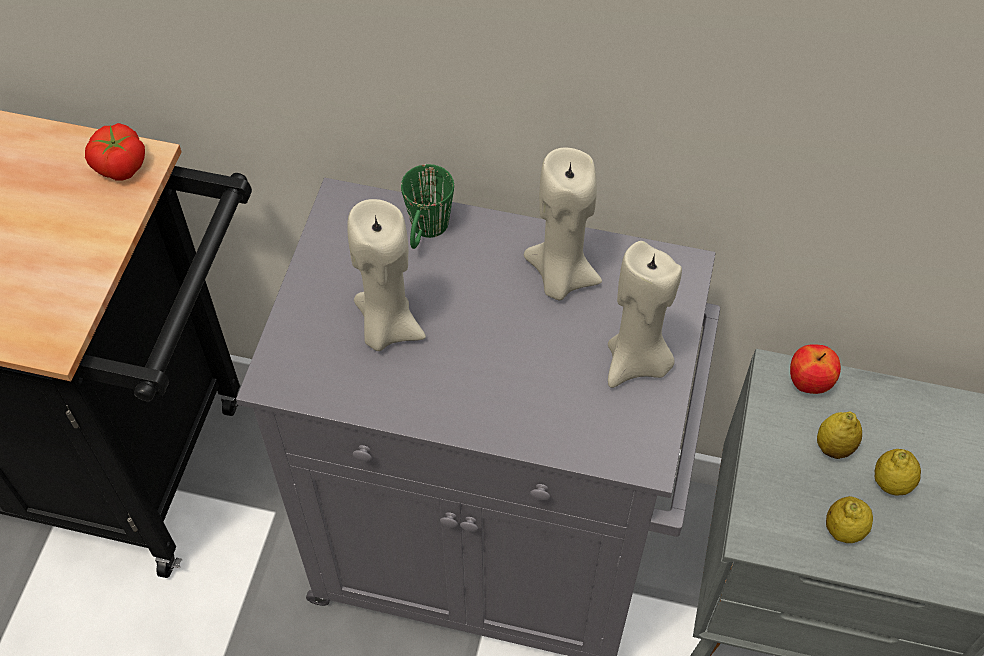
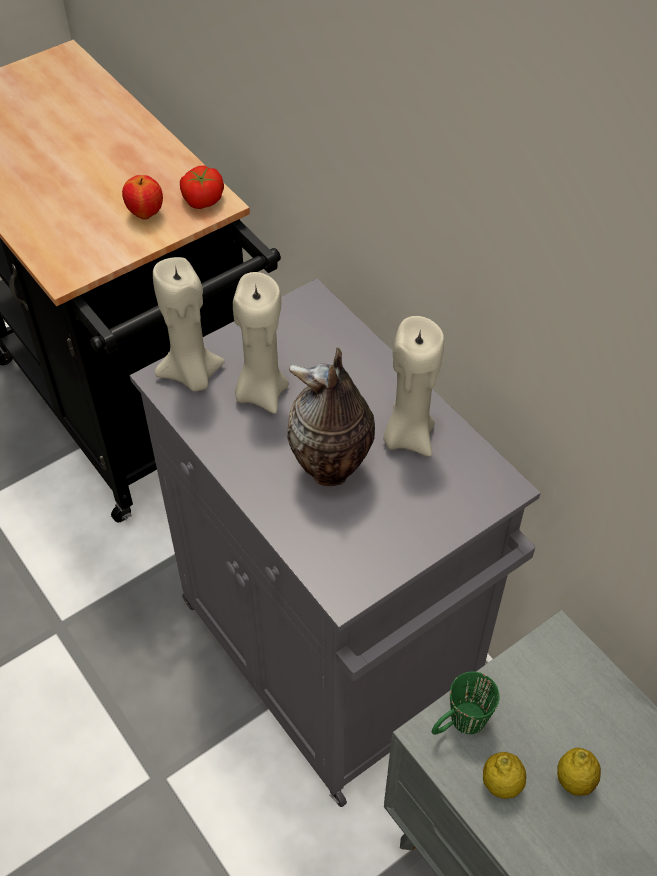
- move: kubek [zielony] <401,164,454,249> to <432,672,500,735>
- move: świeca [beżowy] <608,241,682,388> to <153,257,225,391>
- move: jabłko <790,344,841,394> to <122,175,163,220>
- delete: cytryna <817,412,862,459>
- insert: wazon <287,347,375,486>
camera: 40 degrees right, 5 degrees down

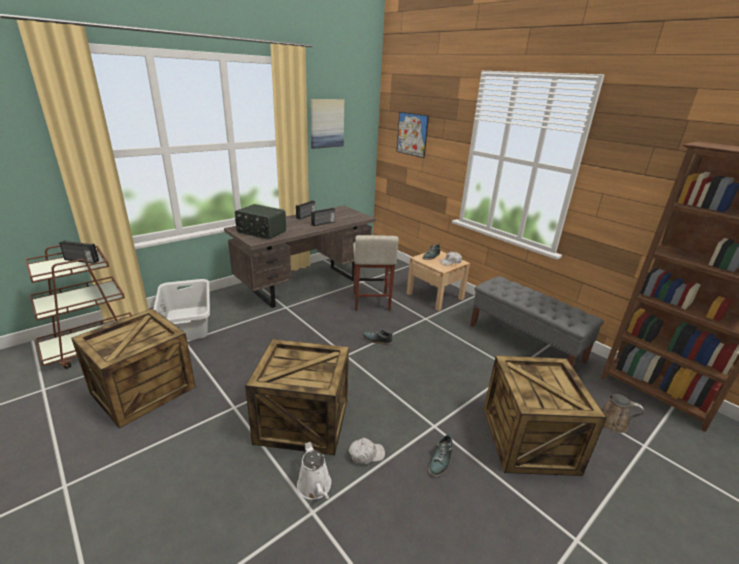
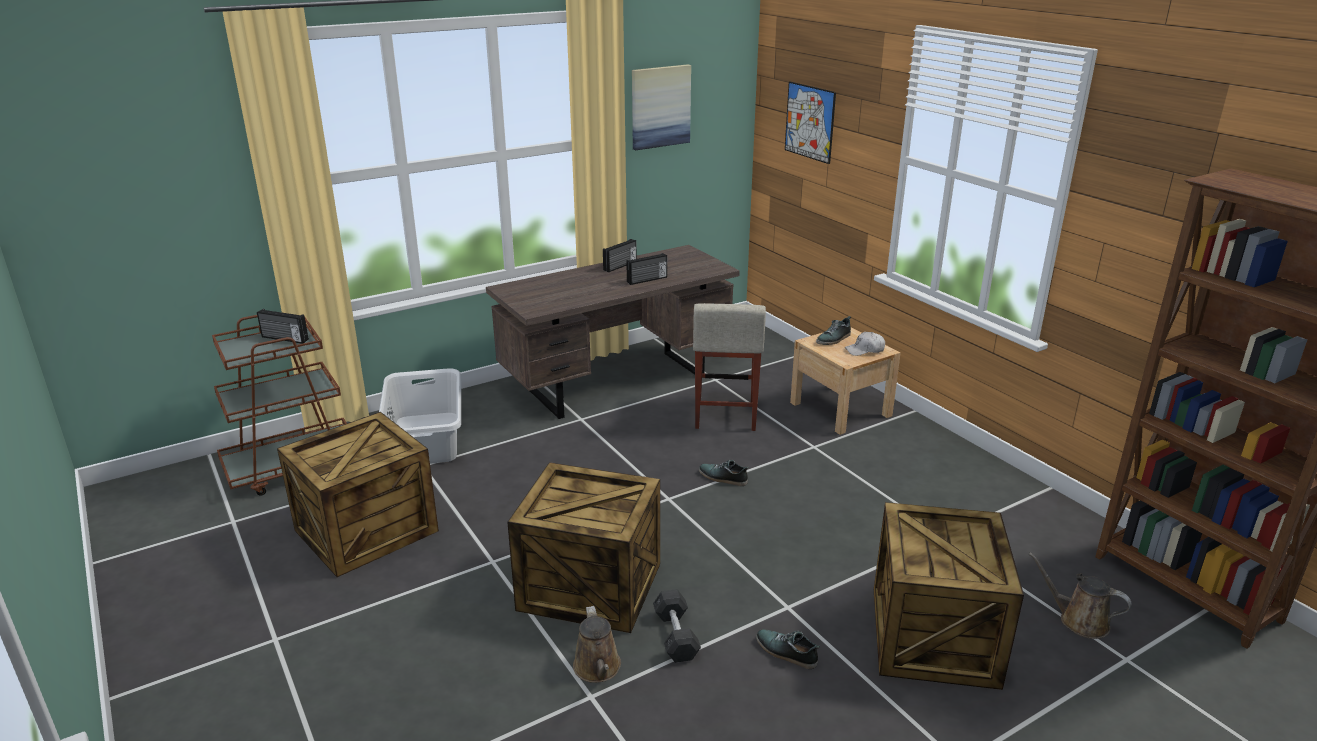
- delete: radio <235,204,286,240>
- delete: ławka [szary] <470,276,604,367>
- rotate: but <428,432,452,477> = <756,629,820,669> 90 degrees clockwise
- replace: czapka z daszkiem [biały] <348,438,385,464> to hantel [szary] <653,589,701,663>
- recolor: konewka [biały] <297,442,331,500> to konewka [brązowy] <573,606,621,683>
camera: 10 degrees right, 0 degrees up

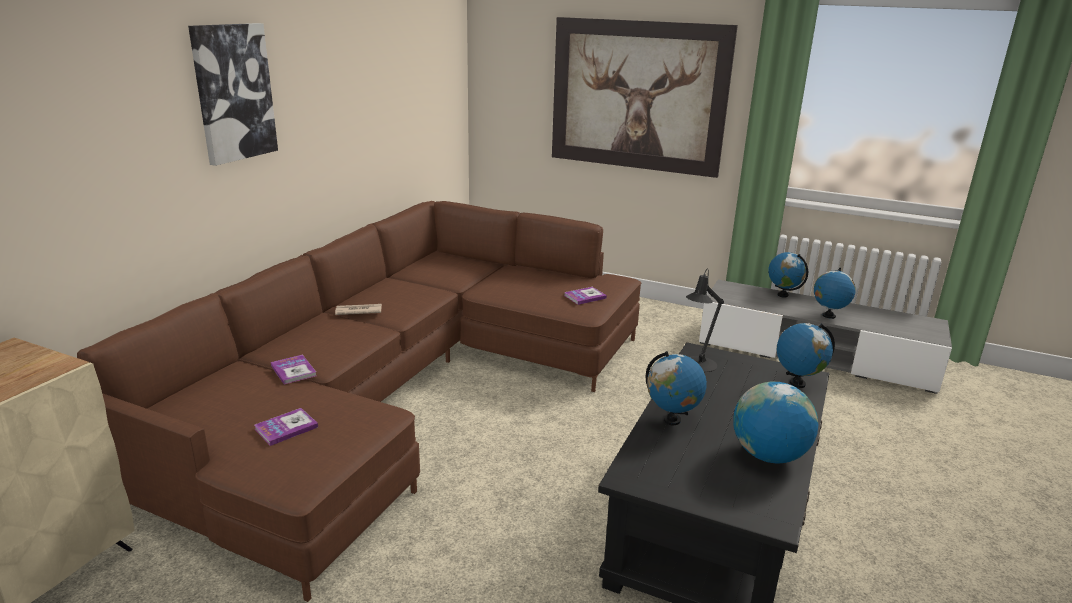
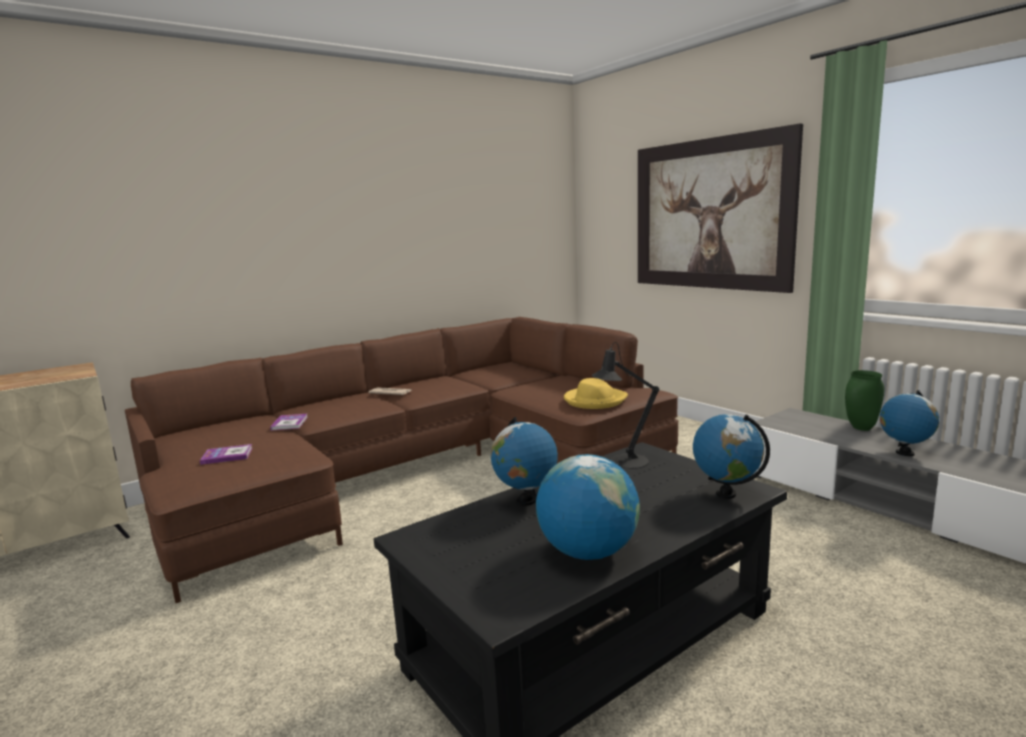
- delete: obraz <188,23,278,166>
- replace: globus <768,252,808,297> to wazon [zielony] <845,370,884,431>
- replace: książka <564,287,607,305> to kapelusz [żółty] <564,378,628,409>
camera: 30 degrees right, 10 degrees down

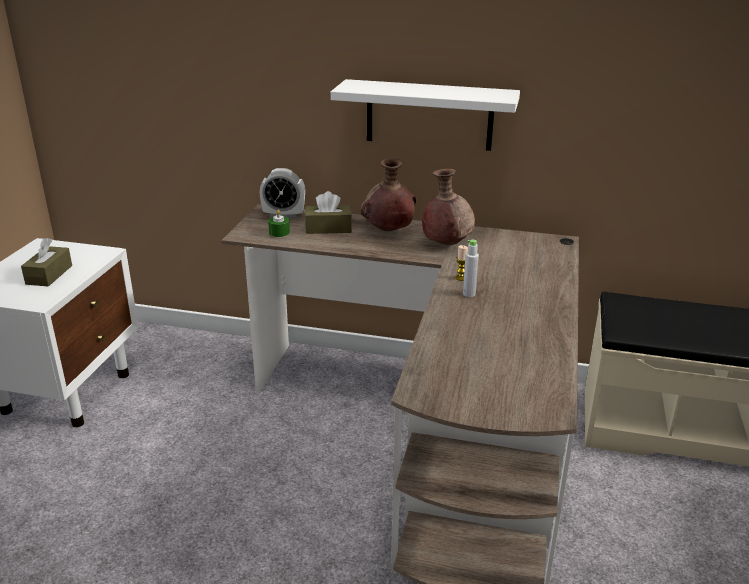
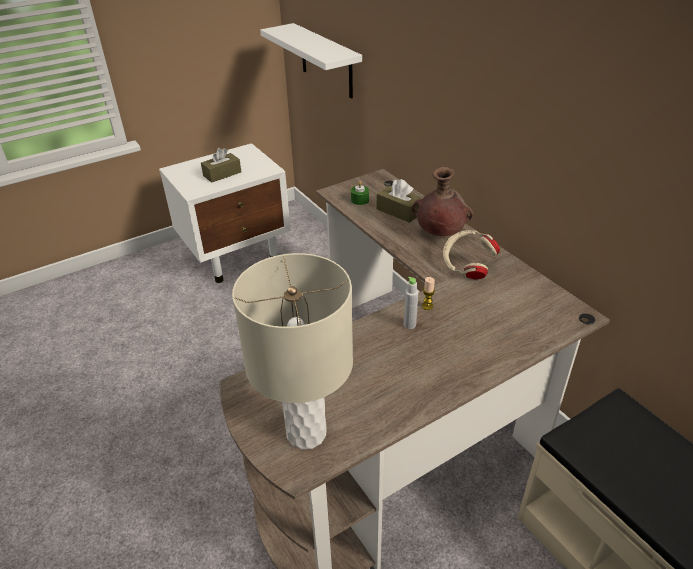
- move: półka [biały] <331,79,520,151> to <260,23,362,99>
- delete: budzik <260,168,305,218>
- replace: wazon [brązowy] <422,169,475,245> to słuchawki [beżowy] <443,230,500,279>
- insert: lampa stołowa [beżowy] <232,253,353,450>
camera: 45 degrees right, 10 degrees up

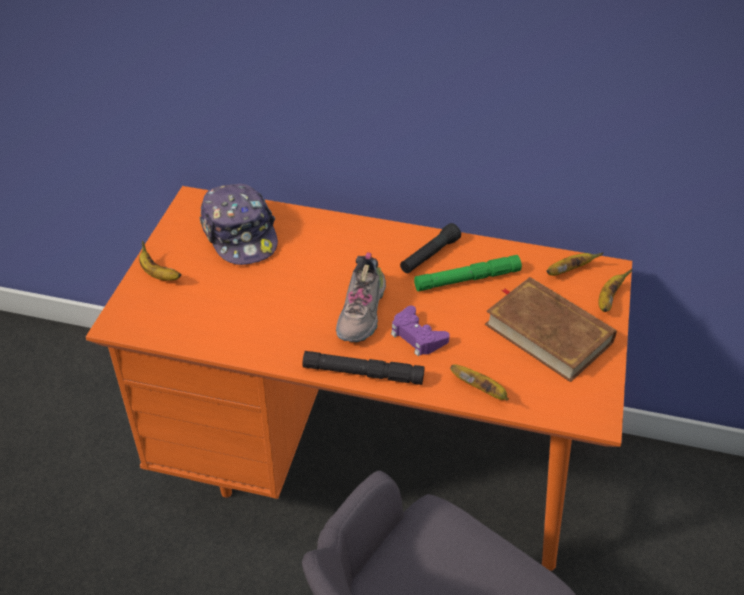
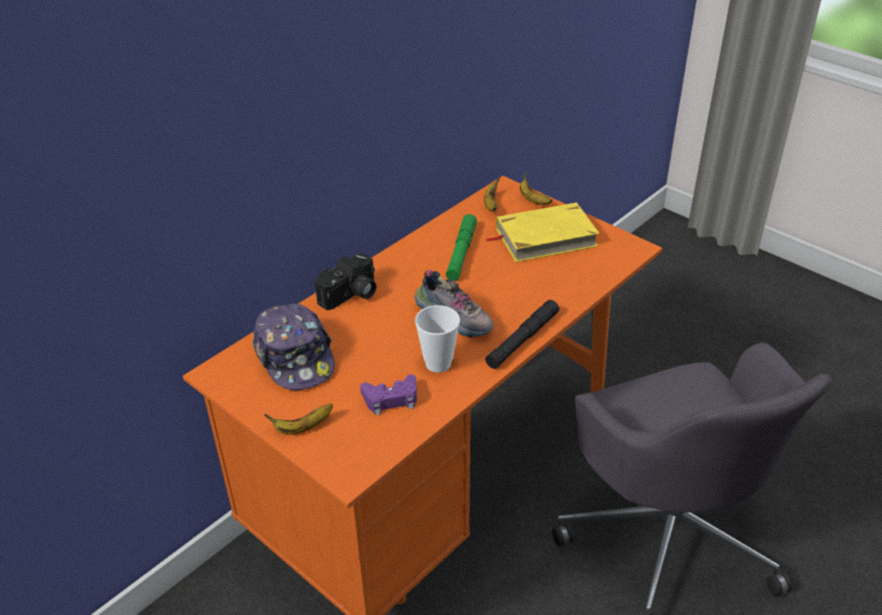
- rotate: czapka z daszkiem <200,184,278,265> = <252,304,335,390> 60 degrees clockwise
- delete: latarka [czarny] <400,223,461,273>
- recolor: książka [brązowy] <485,277,617,382> to książka [żółty] <486,203,599,262>
- move: pad do gier [fioletowy] <391,306,450,356> to <360,374,417,415>
- delete: banan <450,364,509,400>
- insert: aparat fotograficzny <315,253,376,310>
- insert: filiżanka <415,305,460,373>
camera: 60 degrees left, 5 degrees down

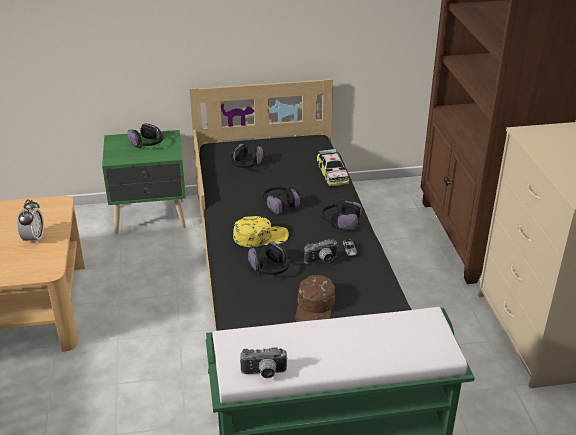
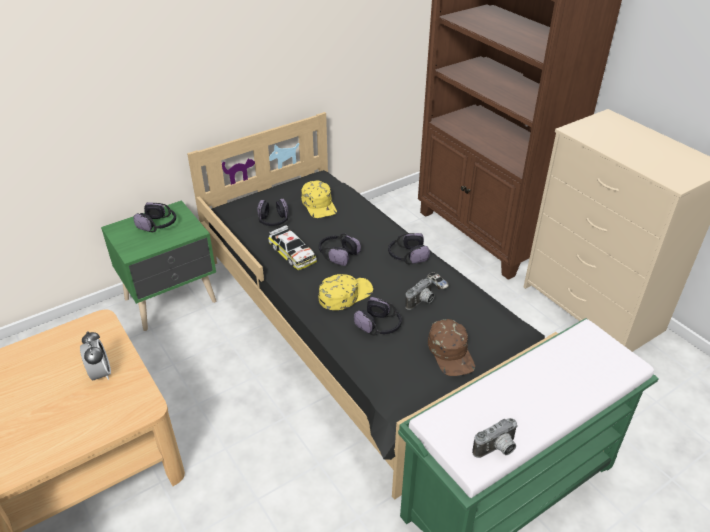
- move: samochodzik <317,149,349,186> to <268,225,317,270>
- insert: czapka z daszkiem [żółty] <301,180,337,218>
camera: 25 degrees left, 5 degrees up

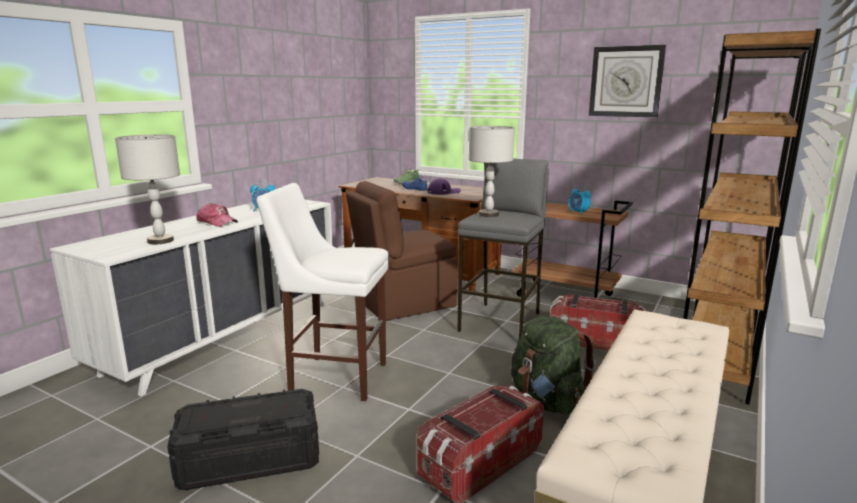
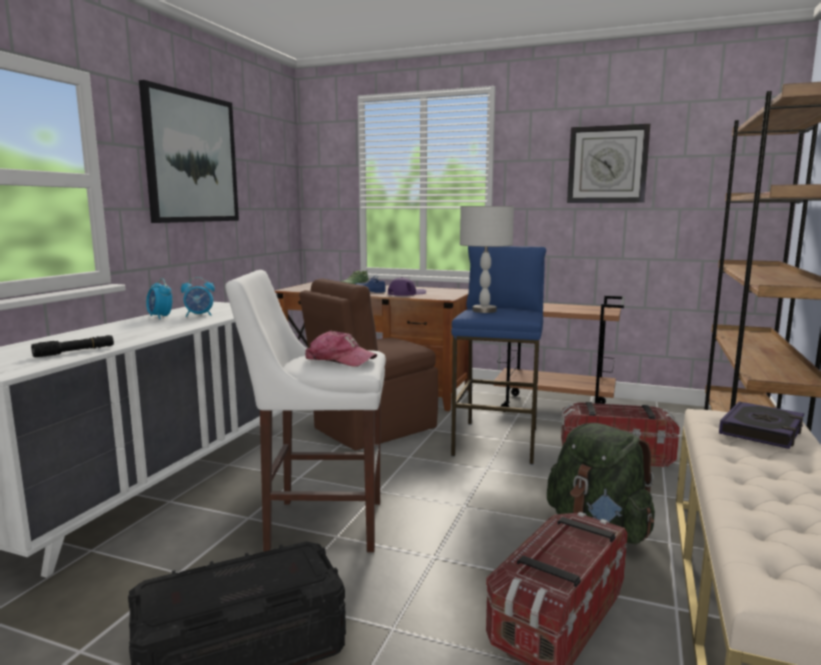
- replace: lampa stołowa [szary] <115,135,180,245> to latarka [czarny] <31,335,114,357>
- recolor: stołek [szary] <457,159,549,338> to stołek [niebieski] <451,246,546,464>
- move: budzik <569,186,591,215> to <146,278,172,319>
- move: czapka z daszkiem <196,203,238,227> to <305,331,377,367>
- insert: obraz <139,80,239,223>
- insert: książka <719,401,804,449>
camera: 10 degrees left, 5 degrees down

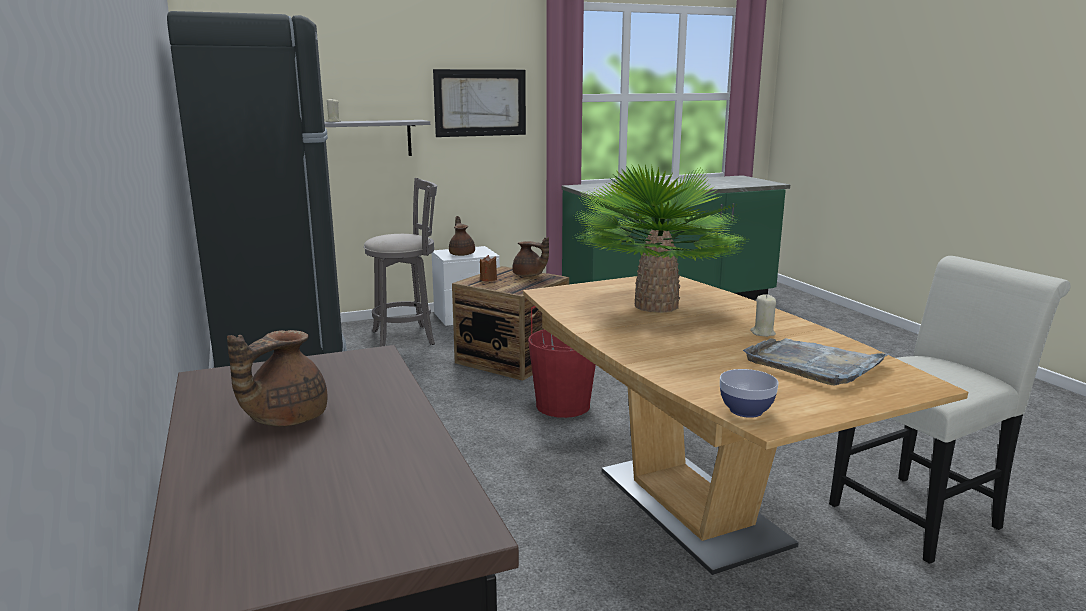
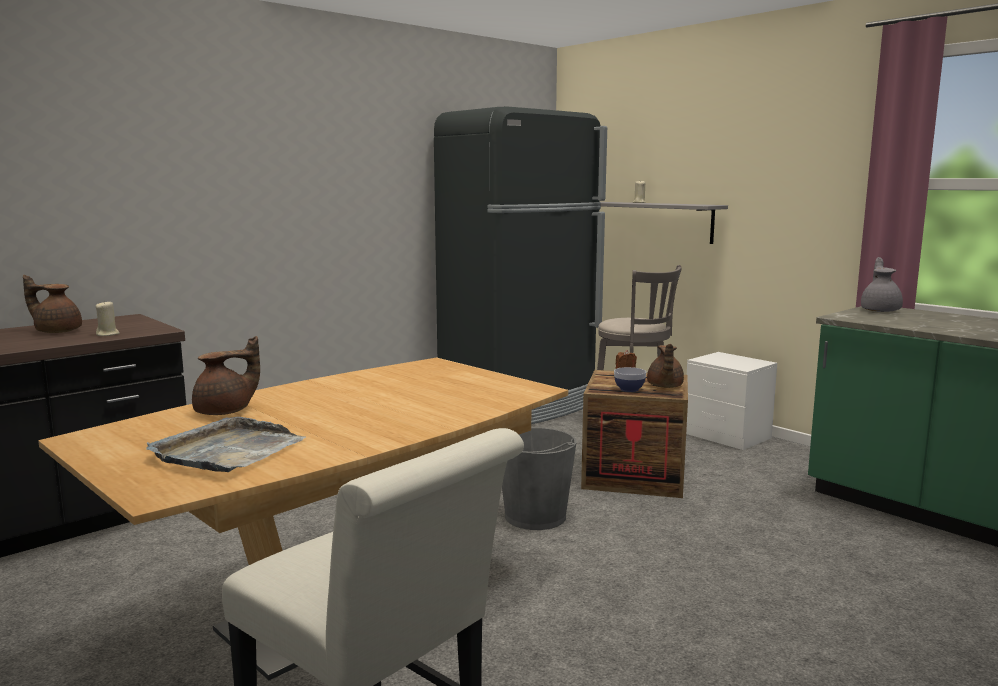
- delete: obraz <433,69,526,137>
- delete: roślina doniczkowa <573,164,748,313>
- move: imbryk [brązowy] <449,216,475,256> to <192,336,260,415>
- move: świeca [beżowy] <750,294,776,337> to <96,300,120,336>
- recolor: wiadro [czerwony] <528,329,596,418> to wiadro [szary] <502,427,576,530>
- move: miska <720,369,778,418> to <614,367,646,392>
- insert: imbryk [szary] <861,257,903,312>
camera: 70 degrees right, 5 degrees down

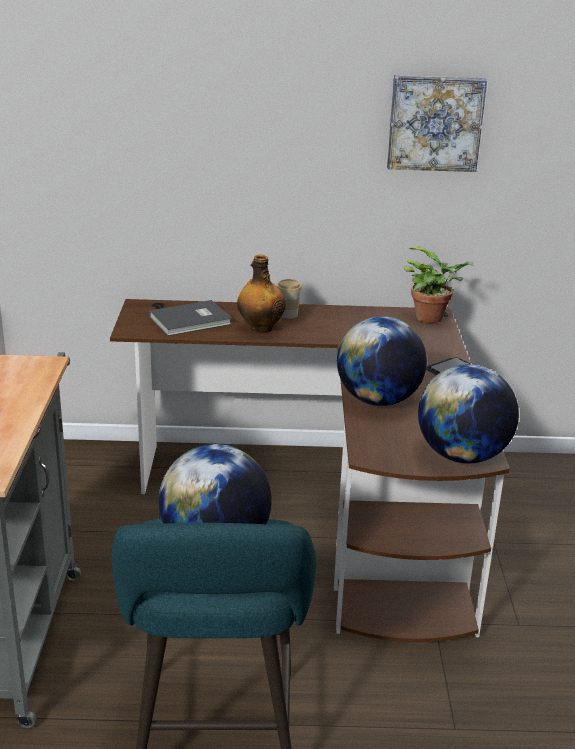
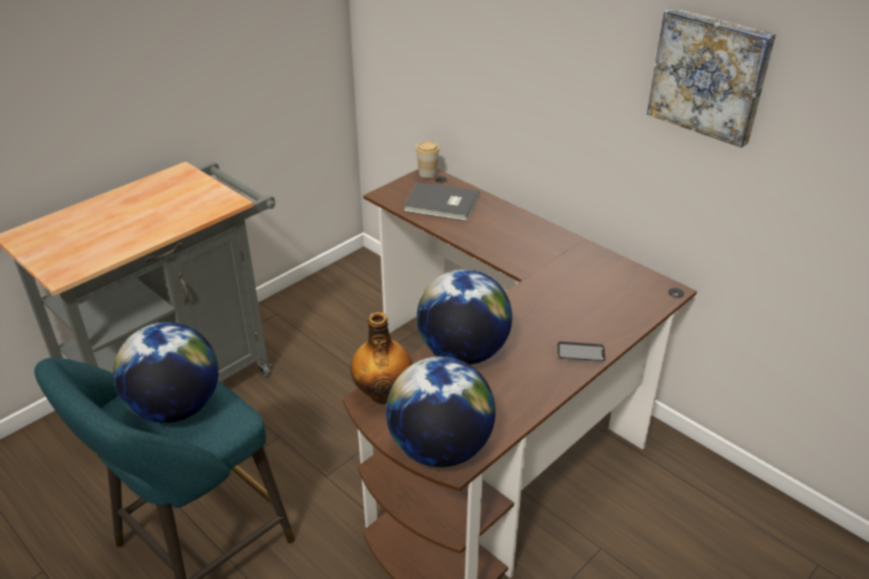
- delete: roślina doniczkowa <404,246,474,323>
- move: butelka <237,255,286,333> to <350,312,412,404>
- move: filiżanka <276,279,302,319> to <416,141,440,178>
camera: 45 degrees right, 10 degrees up

